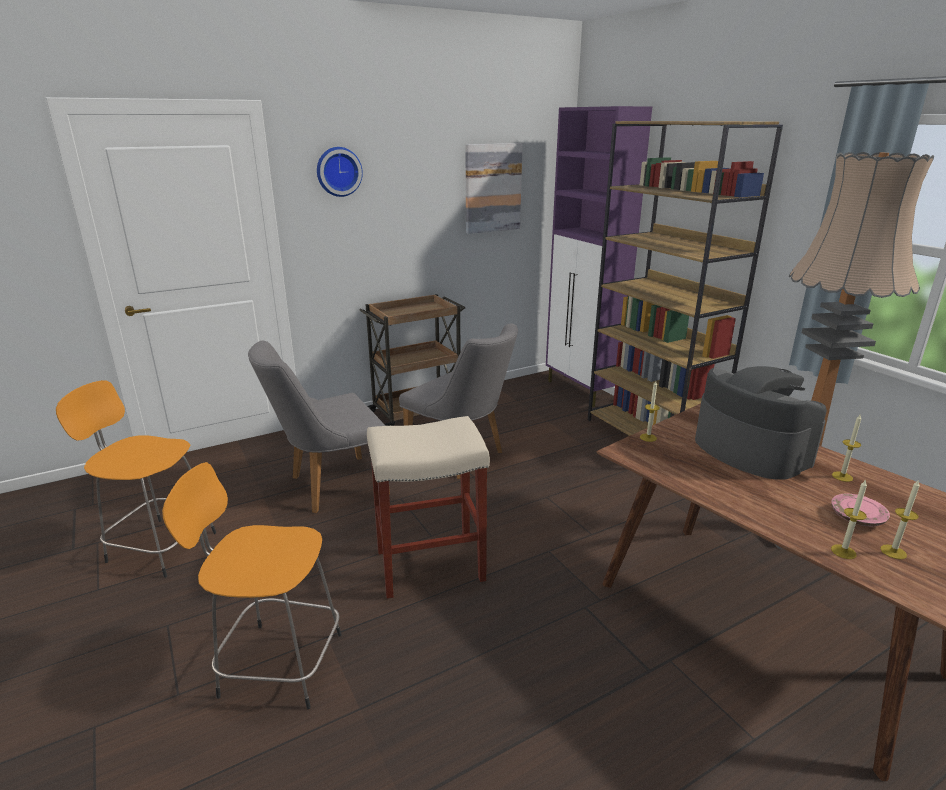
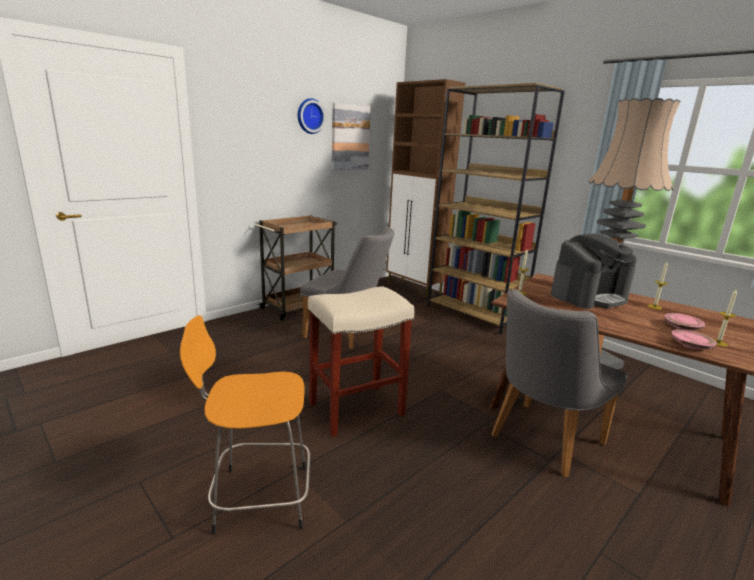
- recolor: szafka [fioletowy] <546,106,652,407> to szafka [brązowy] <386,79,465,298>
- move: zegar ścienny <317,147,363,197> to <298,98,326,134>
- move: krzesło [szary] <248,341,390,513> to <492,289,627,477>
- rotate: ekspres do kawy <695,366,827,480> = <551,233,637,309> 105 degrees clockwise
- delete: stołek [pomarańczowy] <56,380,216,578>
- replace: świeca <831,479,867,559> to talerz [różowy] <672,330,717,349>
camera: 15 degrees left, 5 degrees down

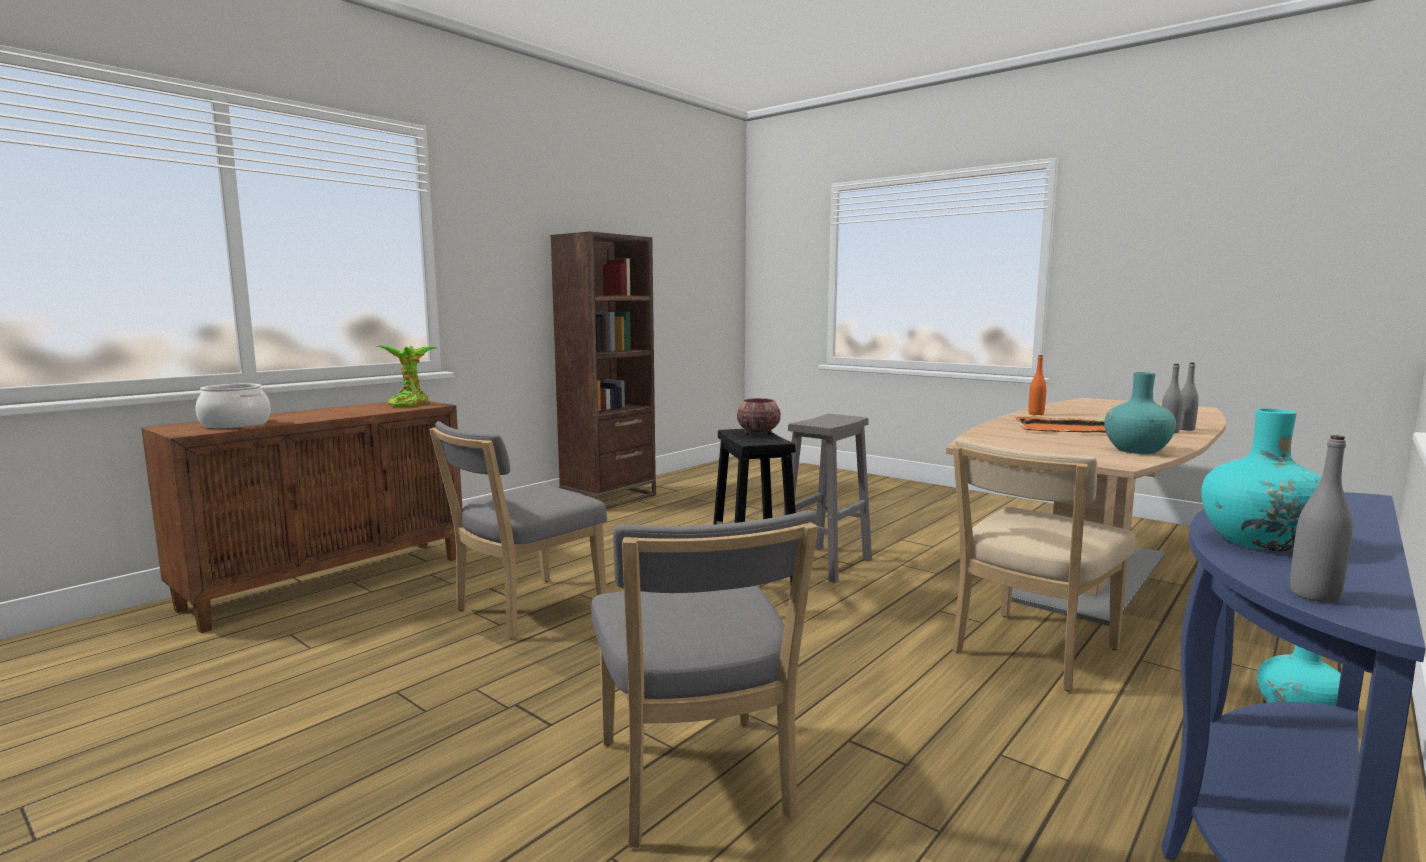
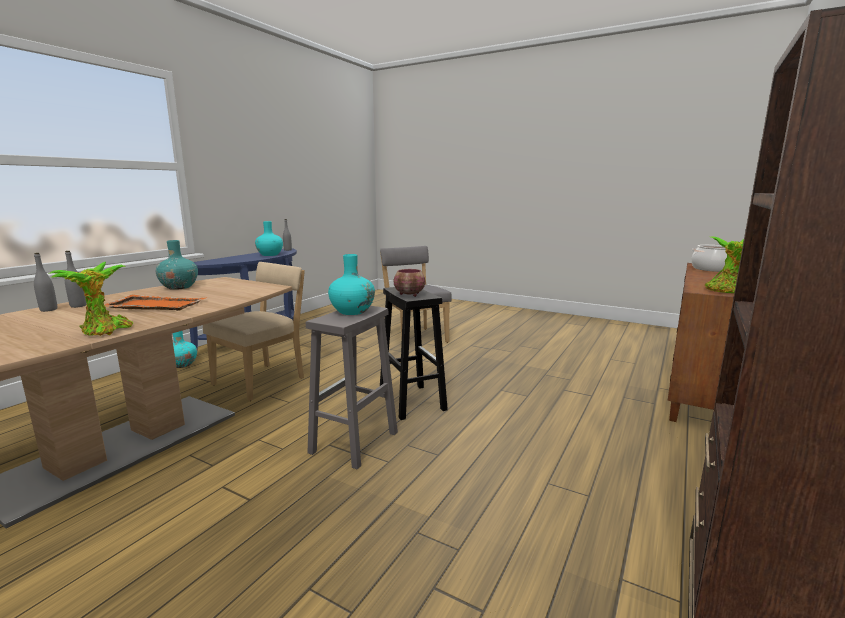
- replace: butelka [pomarańczowy] <1028,355,1046,415> to roślina doniczkowa <48,262,133,336>
- delete: krzesło [szary] <429,421,607,639>
- insert: wazon [turkusowy] <328,254,375,315>
camera: 170 degrees right, 5 degrees up

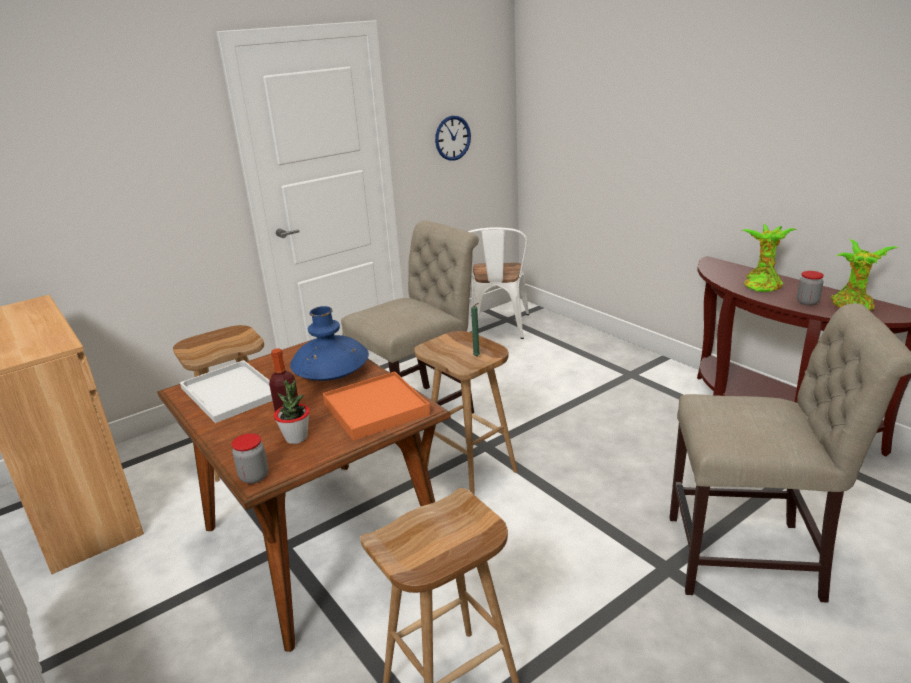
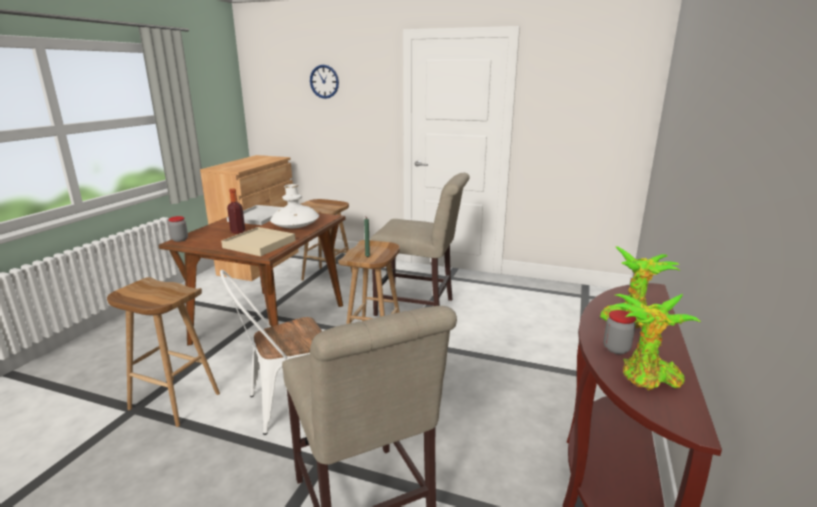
- move: zegar ścienny <435,116,471,161> to <310,65,339,99>
- move: krzesło [biały] <468,227,529,339> to <220,270,322,435>
- recolor: wazon [niebieski] <290,306,369,381> to wazon [biały] <270,184,319,228>
- recolor: taca [pomarańczowy] <323,371,430,441> to taca [beżowy] <221,227,296,256>
- delete: roślina doniczkowa <274,380,310,444>
camera: 55 degrees right, 5 degrees down

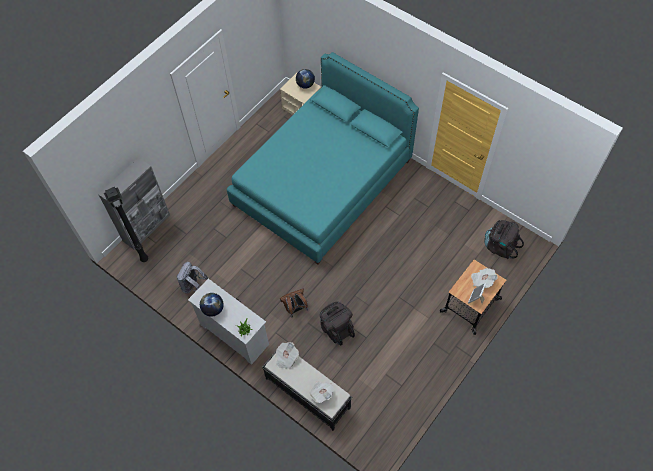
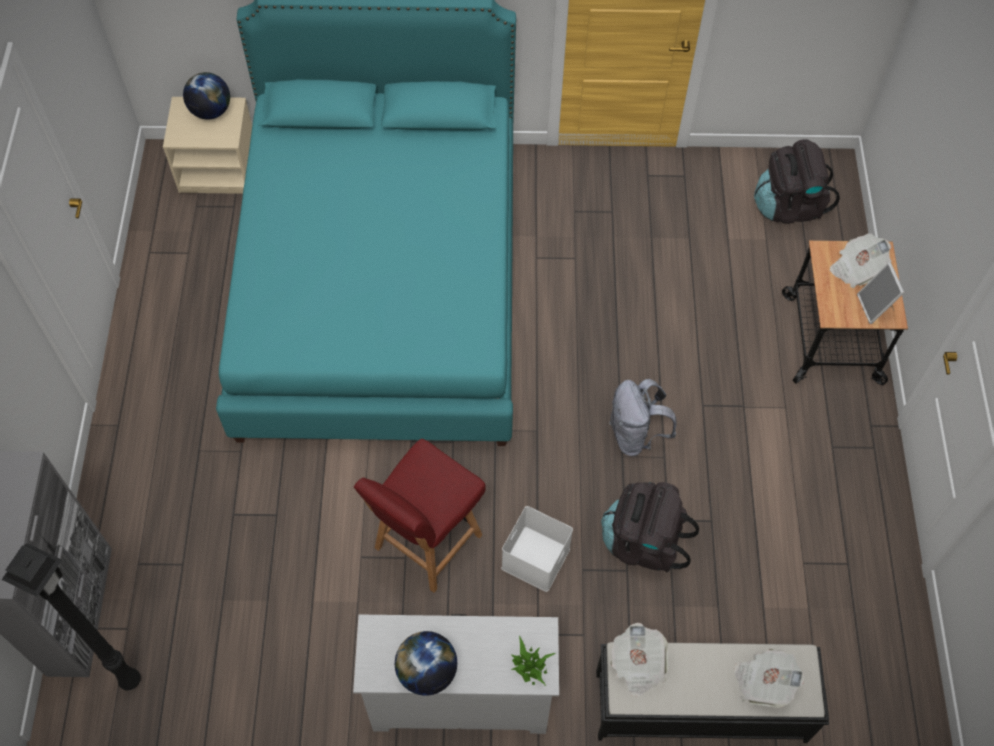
- move: plecak [szary] <177,262,208,294> to <609,379,677,456>
- replace: plecak [brązowy] <280,288,308,318> to pojemnik do przechowywania [biały] <501,506,573,592>
- insert: krzesło [czerwony] <354,439,486,593>
camera: 40 degrees left, 0 degrees up

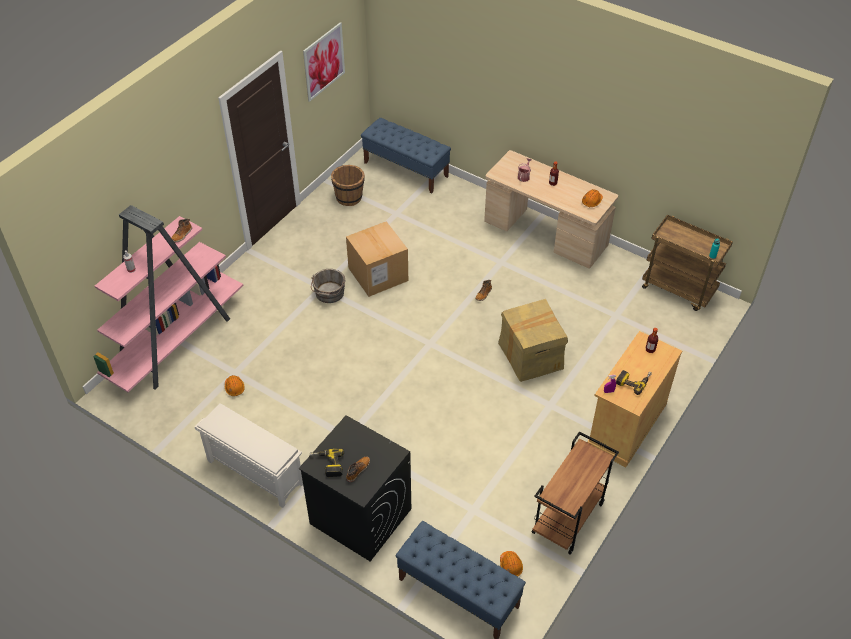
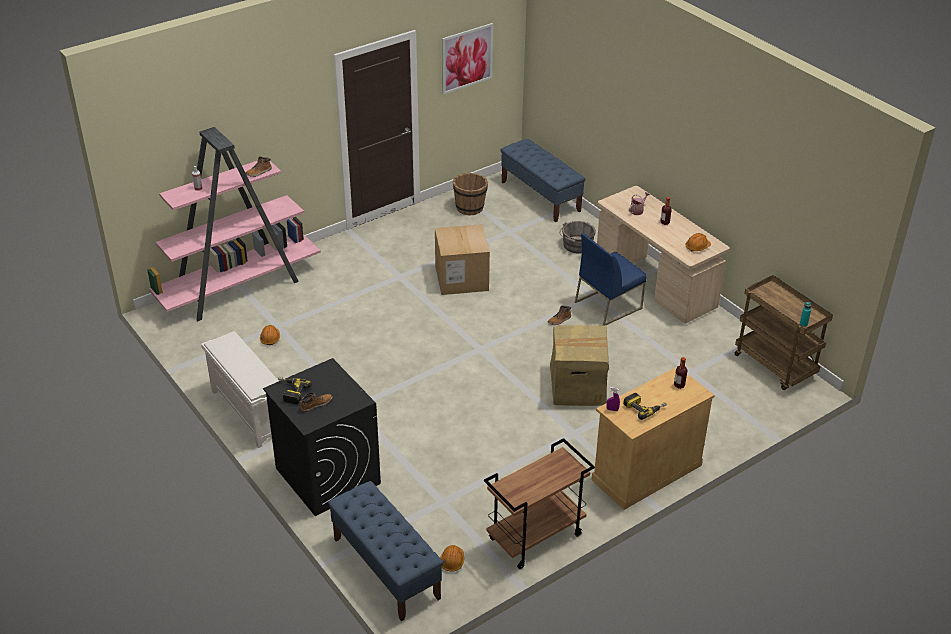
- move: wiadro [szary] <311,269,345,303> to <560,221,596,253>
- insert: krzesło [niebieski] <575,233,647,325>
camera: 20 degrees right, 10 degrees down

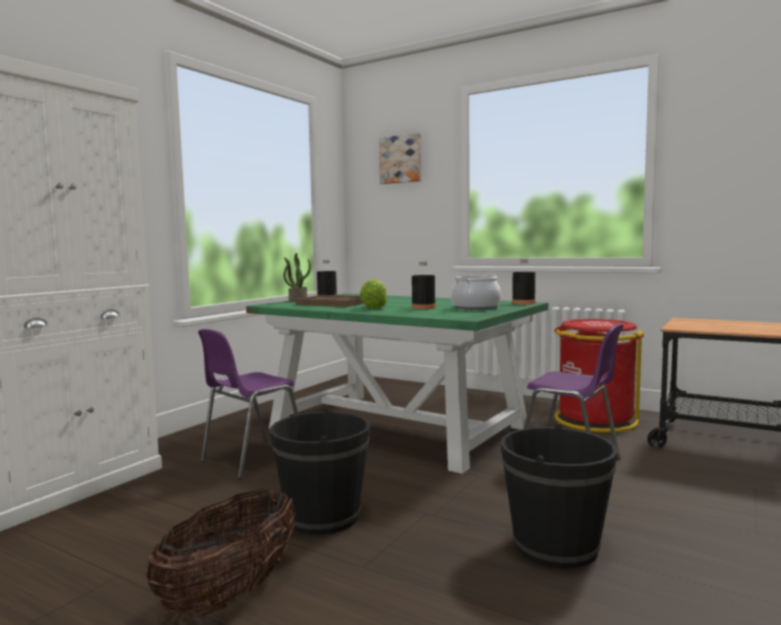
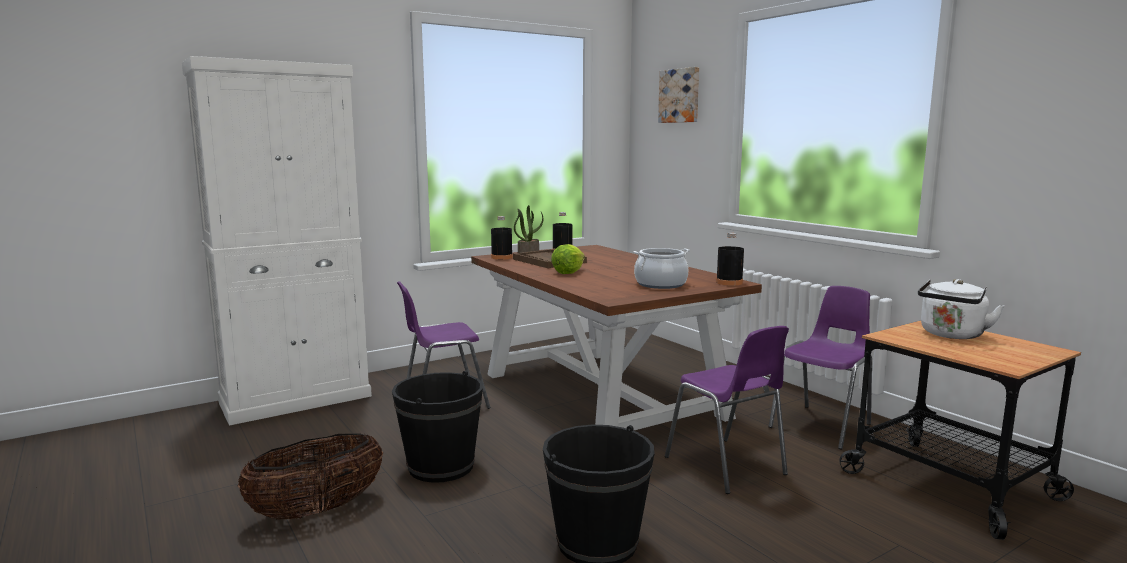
- move: butelka [czarny] <412,262,436,309> to <491,216,513,260>
- recolor: stół jadalny [zielony] <246,294,549,474> to stół jadalny [brązowy] <471,245,762,430>
- replace: kosz na śmieci [czerwony] <554,319,644,433> to krzesło [fioletowy] <768,286,872,450>
- insert: czajnik [biały] <918,279,1004,339>
camera: 25 degrees right, 5 degrees up

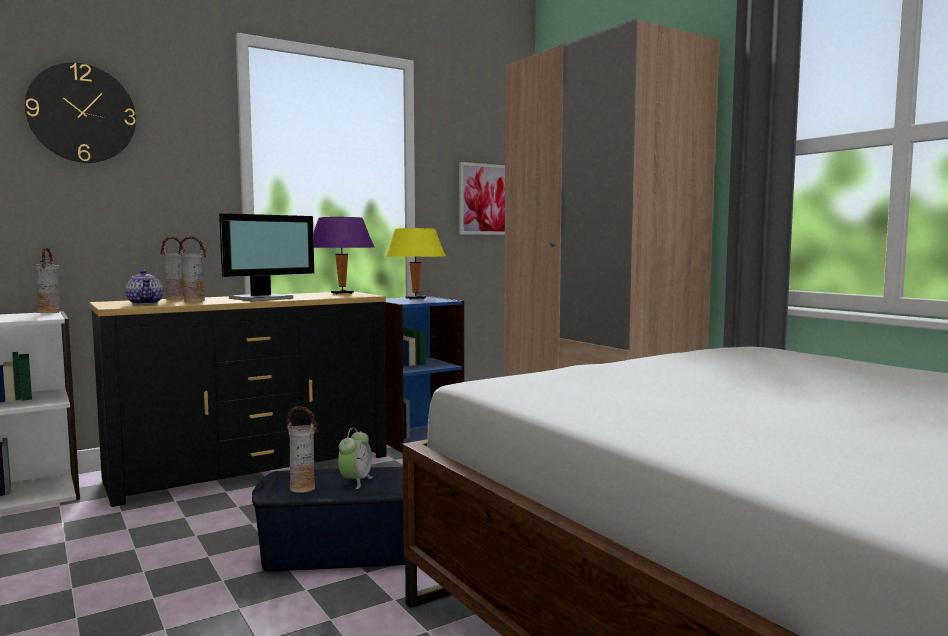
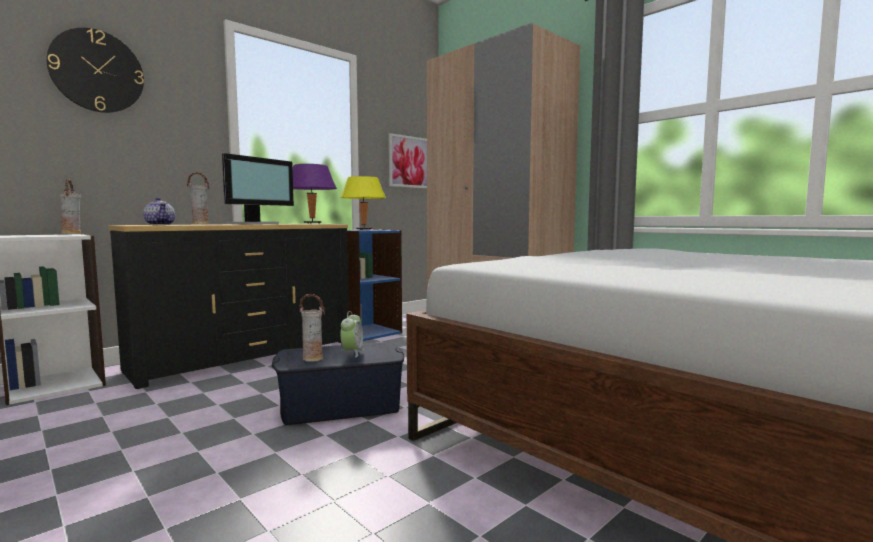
- delete: wazon <160,237,185,300>
camera: 10 degrees left, 0 degrees up

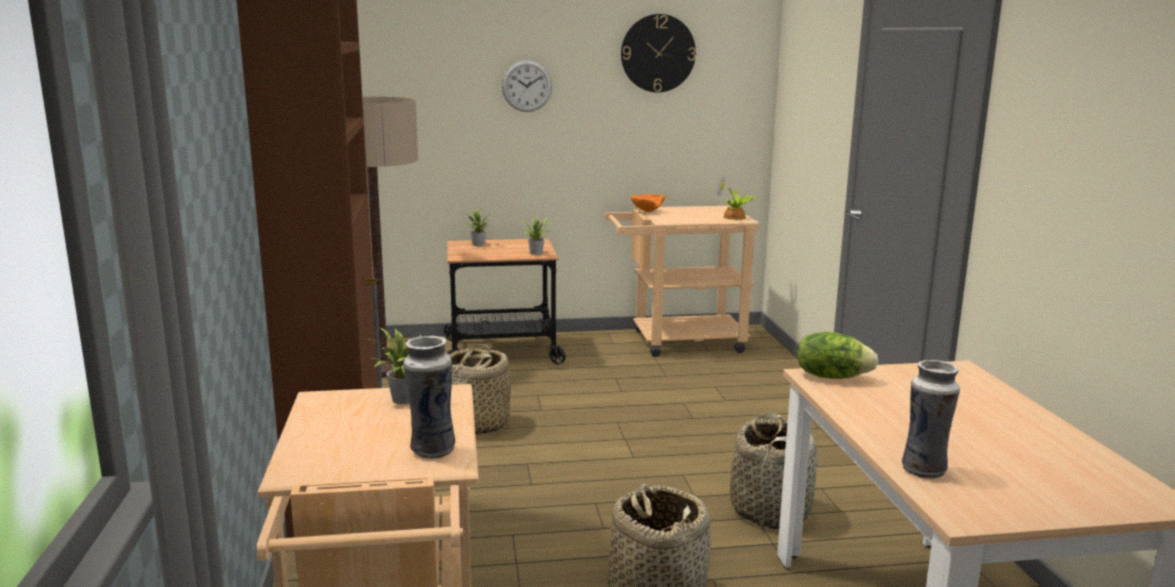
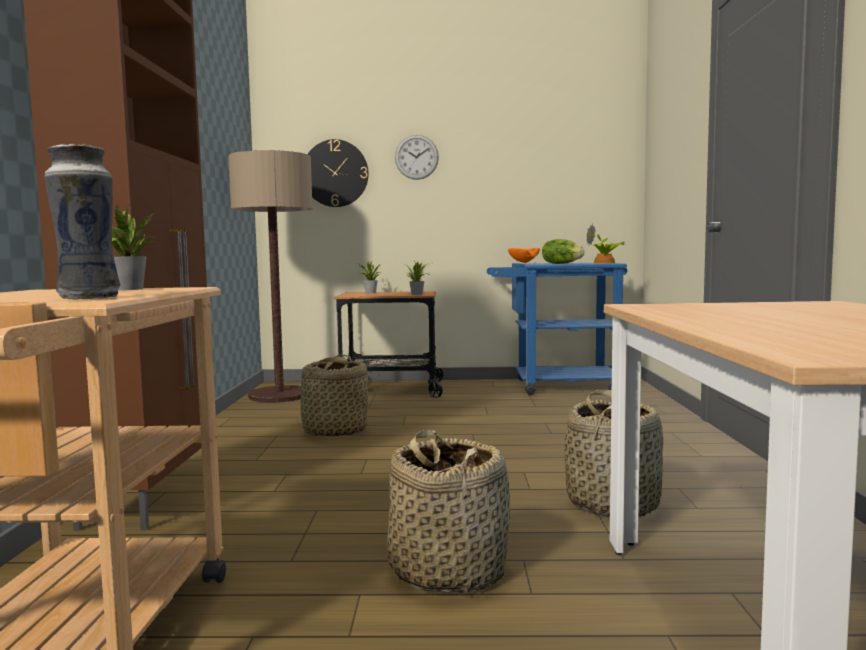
- move: zegar ścienny <621,14,696,92> to <308,139,369,207>
- recolor: wózek [beżowy] <605,206,759,357> to wózek [niebieski] <487,263,627,395>
- move: sałata <797,332,878,379> to <542,239,584,264>
- delete: wazon <902,360,960,479>
camera: 10 degrees right, 10 degrees down

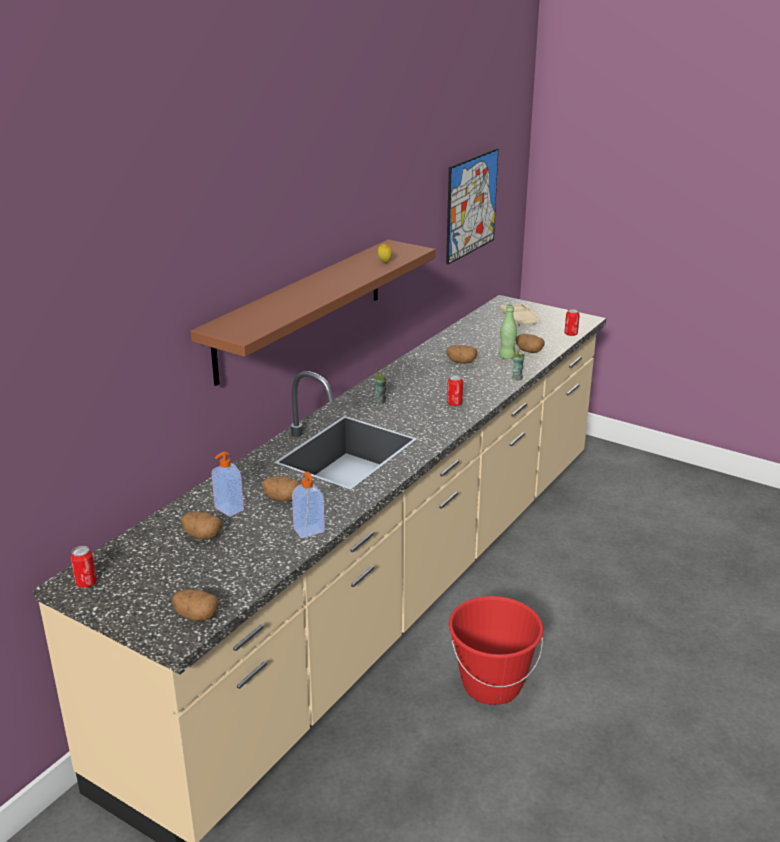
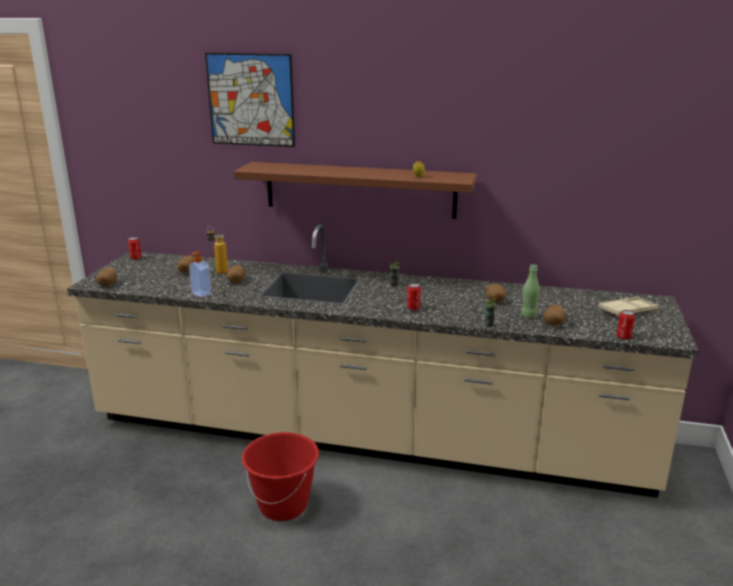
- move: obraz <446,148,499,265> to <205,53,295,147>
- replace: dozownik mydła <212,452,244,517> to butelka <206,226,228,274>
camera: 70 degrees right, 5 degrees down

